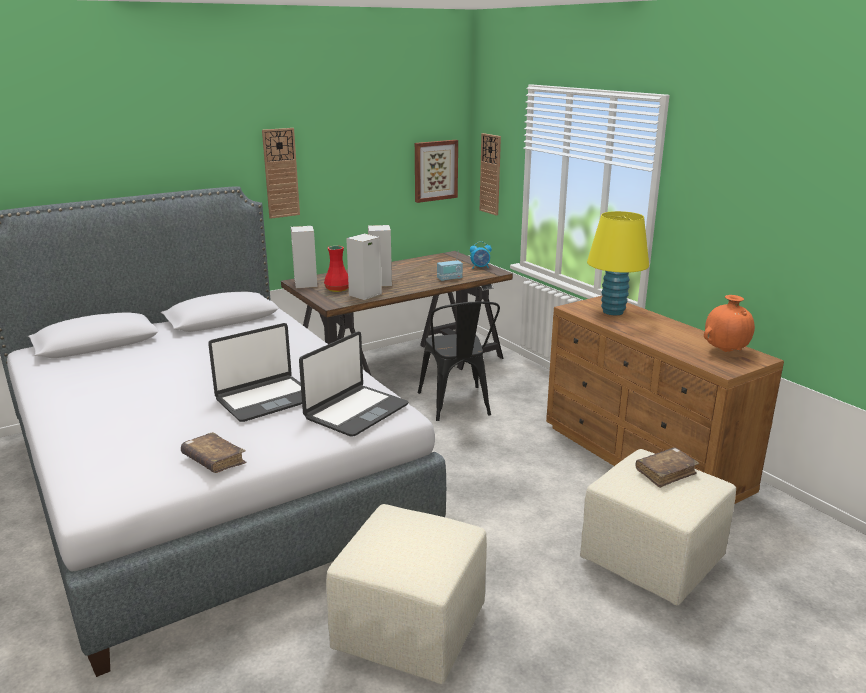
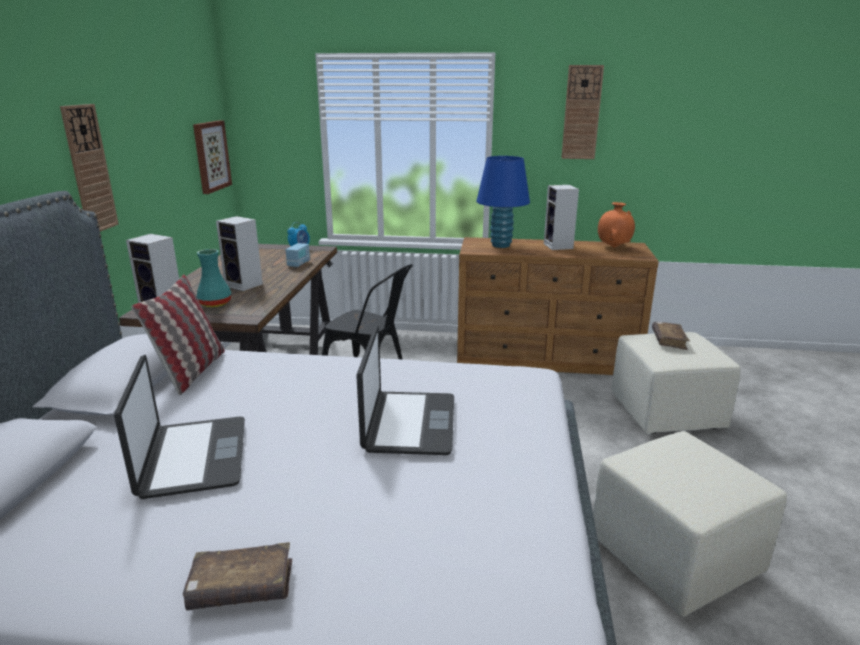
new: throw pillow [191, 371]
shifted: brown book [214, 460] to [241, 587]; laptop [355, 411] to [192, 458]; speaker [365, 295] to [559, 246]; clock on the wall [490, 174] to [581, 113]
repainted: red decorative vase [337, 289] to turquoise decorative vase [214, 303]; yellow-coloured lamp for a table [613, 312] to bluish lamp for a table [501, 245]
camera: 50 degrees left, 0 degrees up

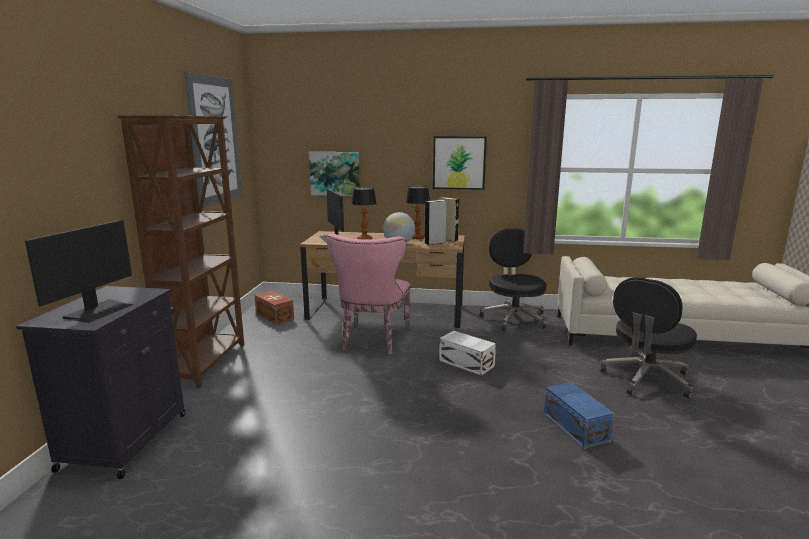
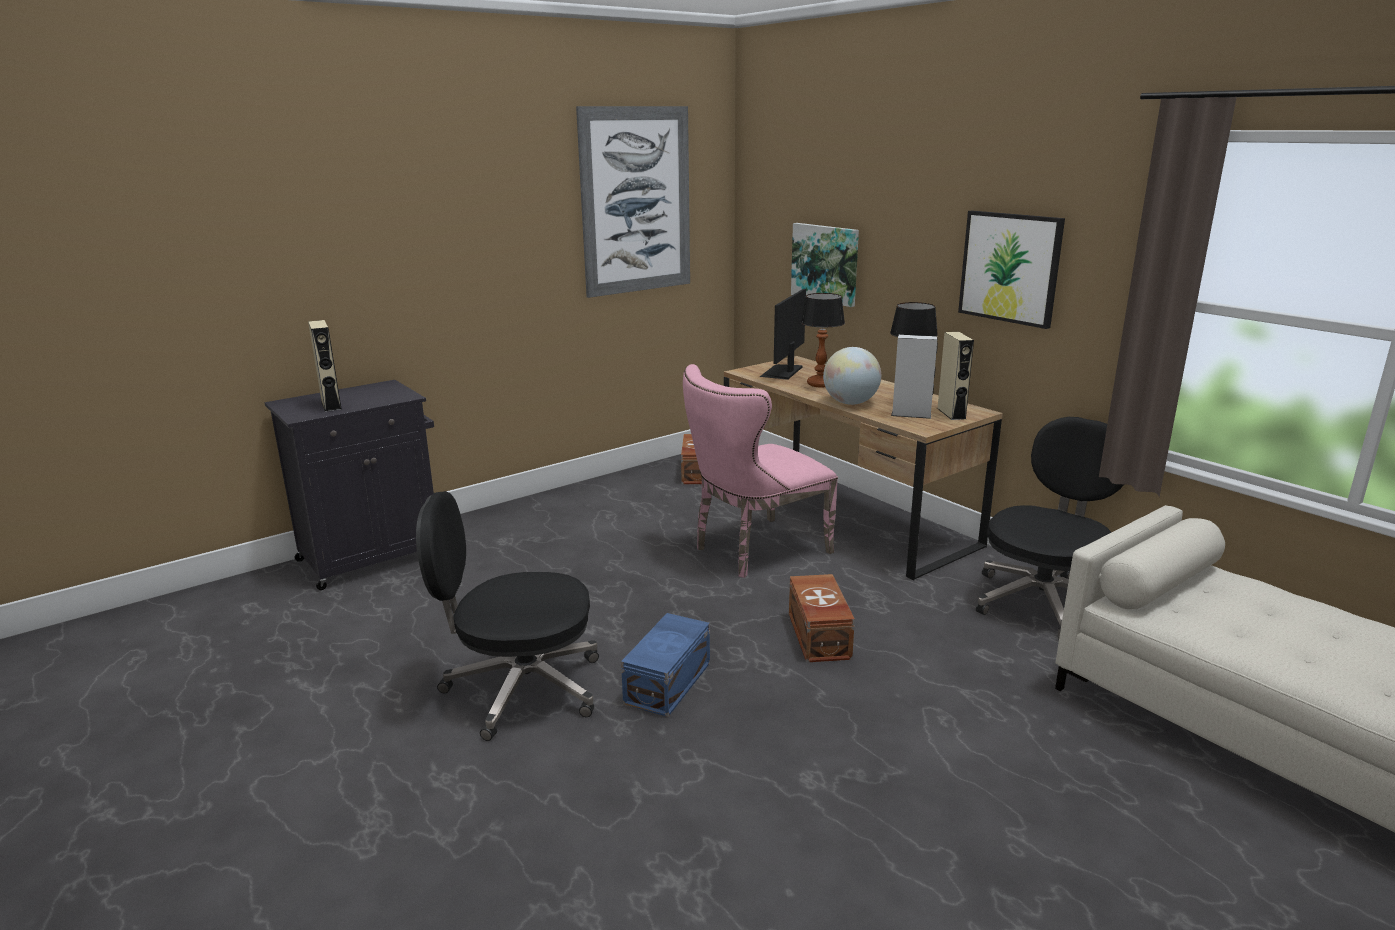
gone: brown bookcase [207, 363]
shifted: bluish storage container [575, 426] to [670, 682]; black desk chair [646, 379] to [520, 689]
swapped: computer screen [99, 311] to beige-coloured speaker [331, 405]
repainted: white-coloured storage container [466, 364] to brown storage container [818, 636]
camera: 45 degrees right, 5 degrees up

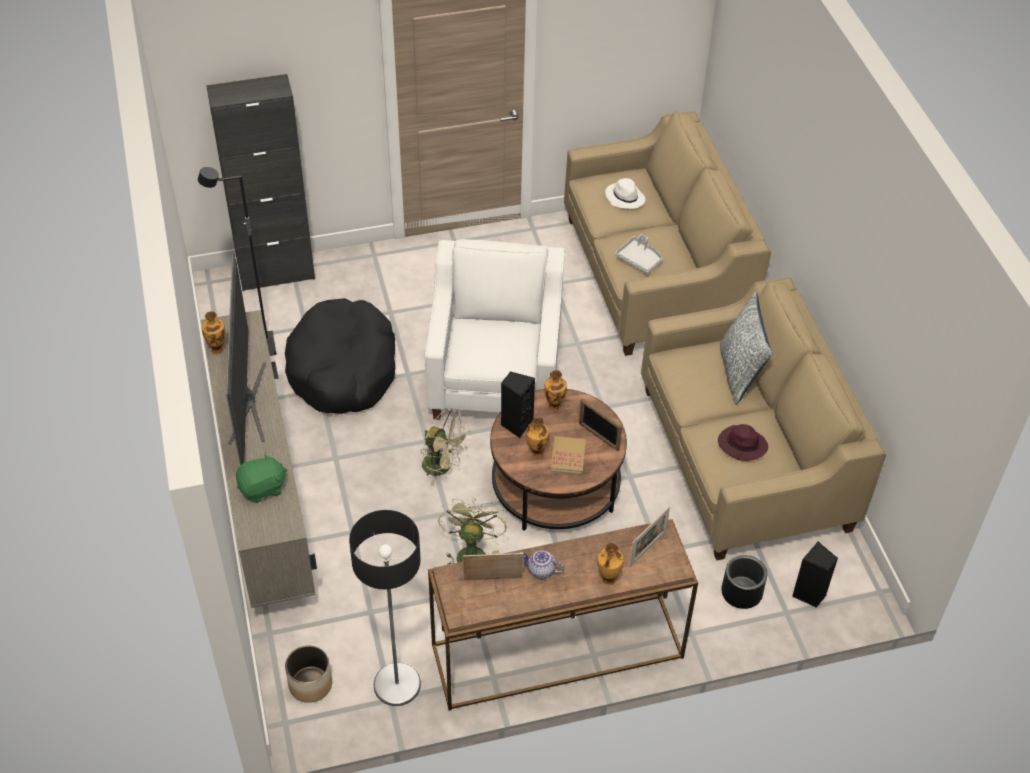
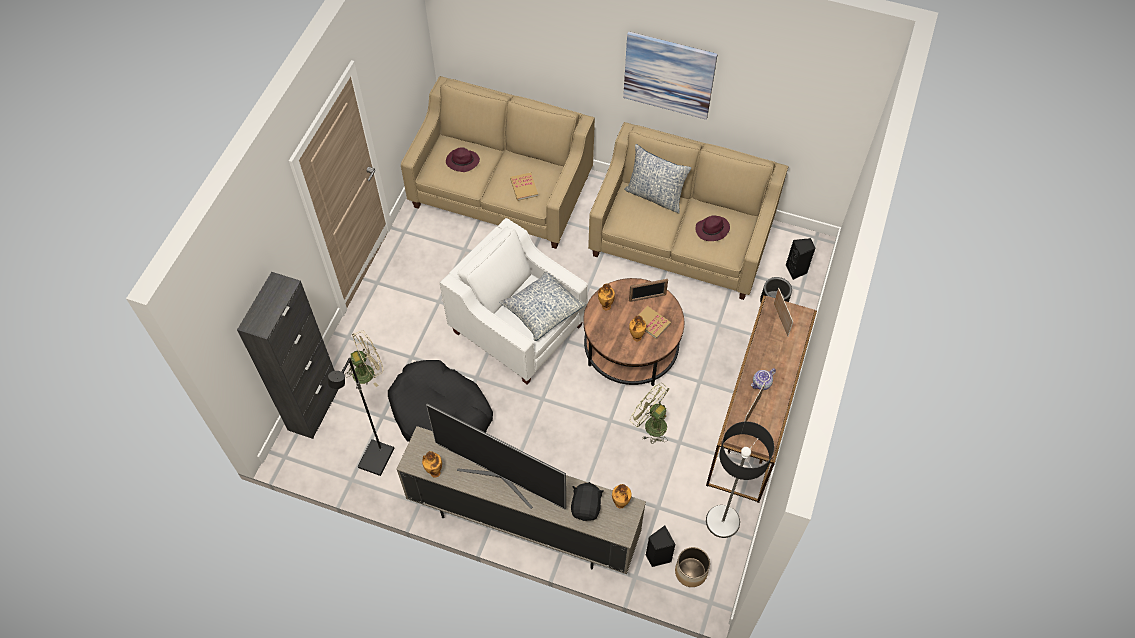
new: throw pillow [542, 309]; wall picture [669, 75]
shifted: beige-coloured cooling fan [443, 467] to [368, 371]; black speaker [516, 424] to [657, 556]; decorative vase [608, 580] to [620, 504]
swapped: greyish tray [639, 259] to book [524, 187]
repainted: green soft toy [263, 488] to black soft toy [586, 507]; white-coloured clothing hat [624, 197] to purplish clothing hat [462, 162]
camera: 55 degrees left, 10 degrees up

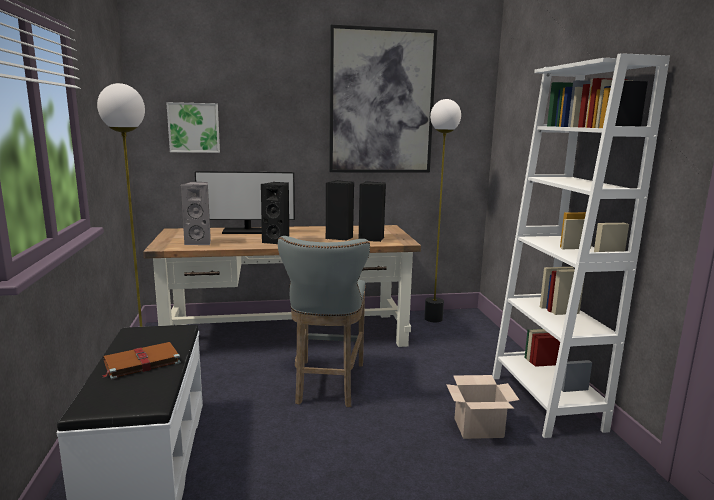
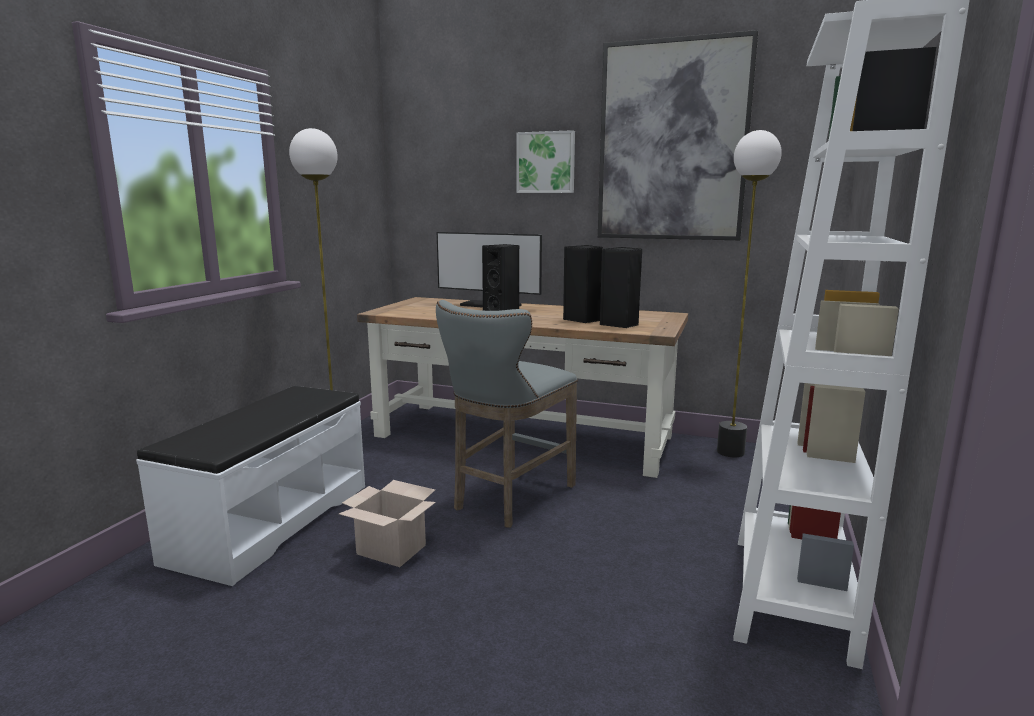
gone: brown book [140, 362]; greyish speaker [200, 242]
shifted: wall picture [194, 127] to [546, 162]; cardboard box [479, 427] to [393, 549]
camera: 30 degrees right, 0 degrees up

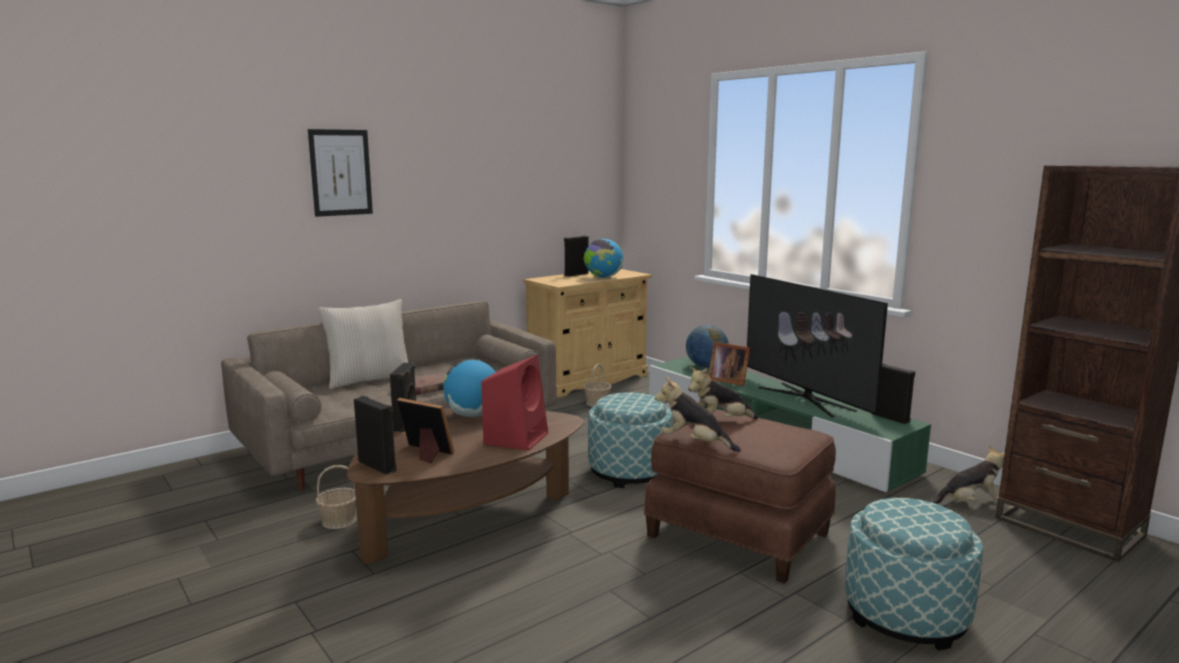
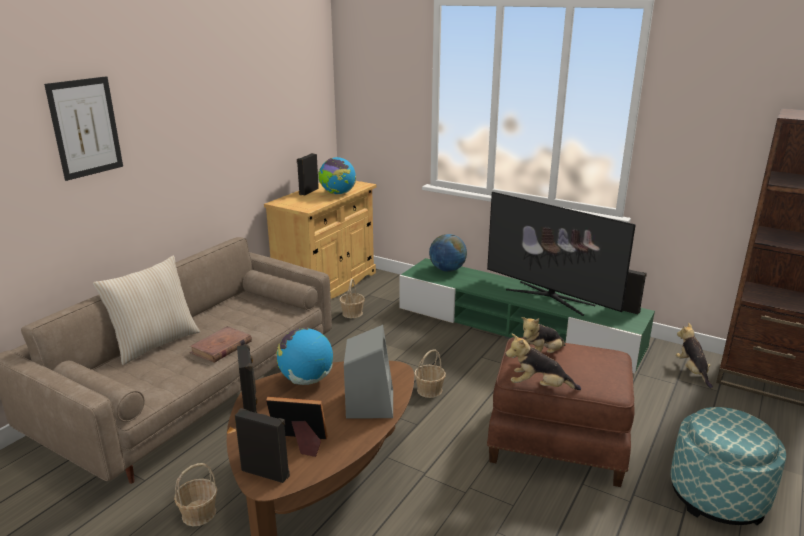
gone: picture frame [728, 380]
swapped: pouffe [629, 471] to basket [429, 390]
repainted: red speaker [516, 438] to greyish speaker [369, 403]
rotated: soft toy [969, 503] = [692, 371] 75 degrees counterclockwise
camera: 20 degrees left, 10 degrees up

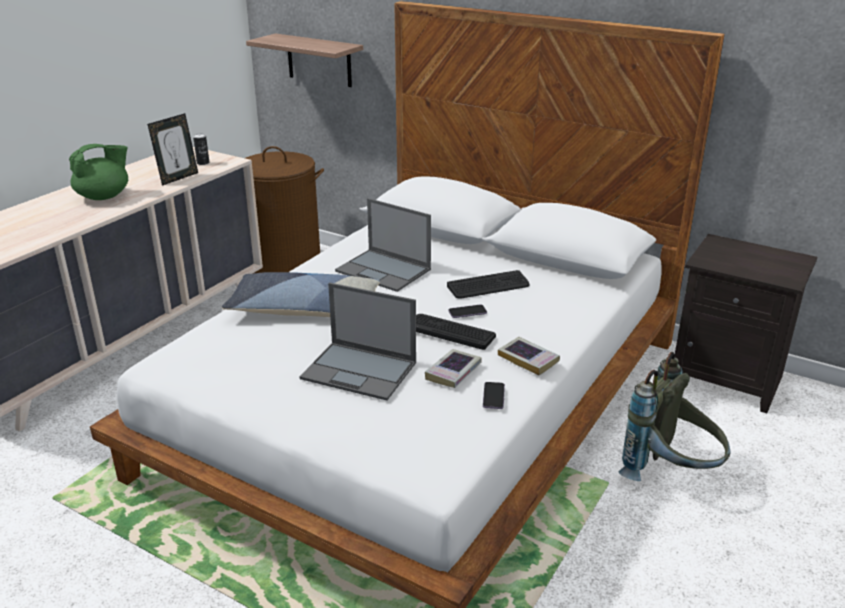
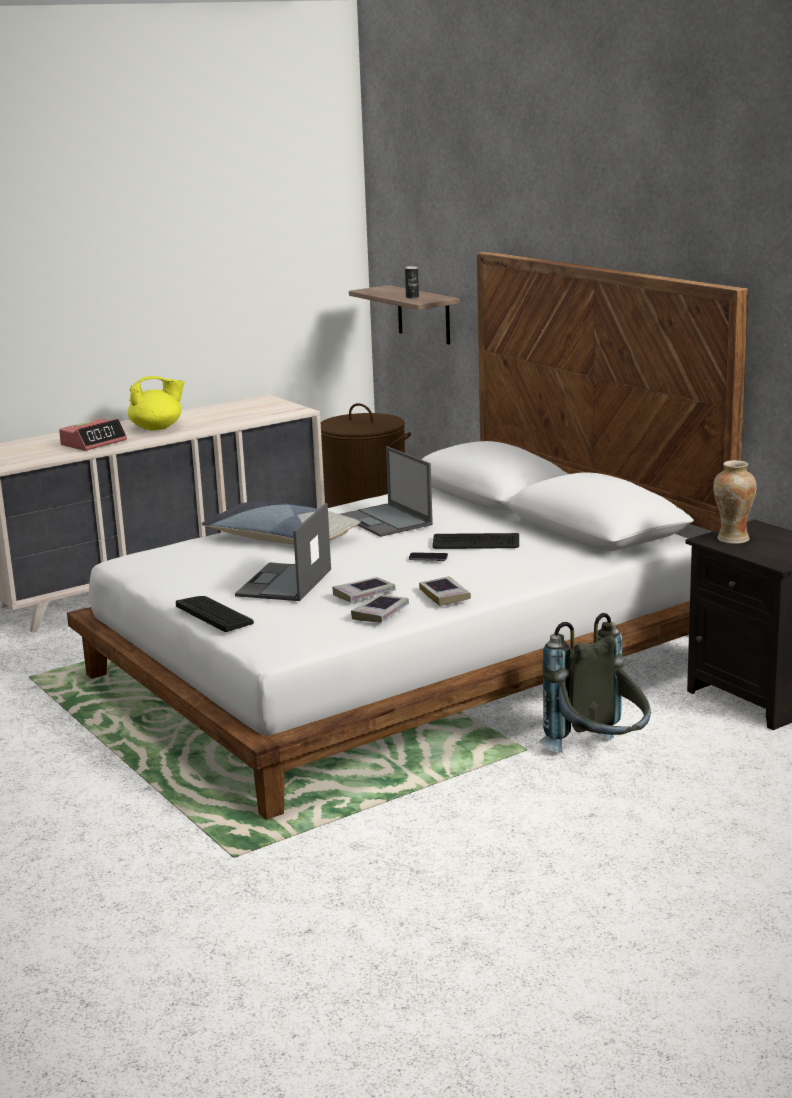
gone: picture frame [178, 178]
new: table clock [94, 443]; decorative vase [733, 539]
shifted: sealed can [203, 163] to [412, 297]; PC keyboard [450, 331] to [214, 614]
swapped: phone [493, 396] to book [380, 613]
repainted: green pot for tea [104, 196] to yellow-coloured pot for tea [157, 428]
rotated: laptop [360, 371] = [284, 583] 60 degrees clockwise
camera: 25 degrees right, 10 degrees down

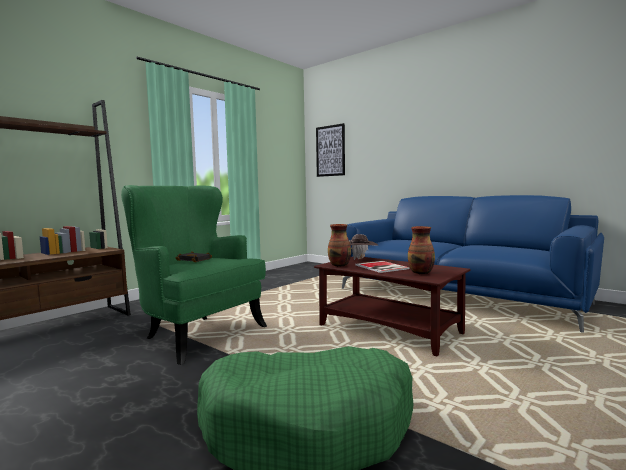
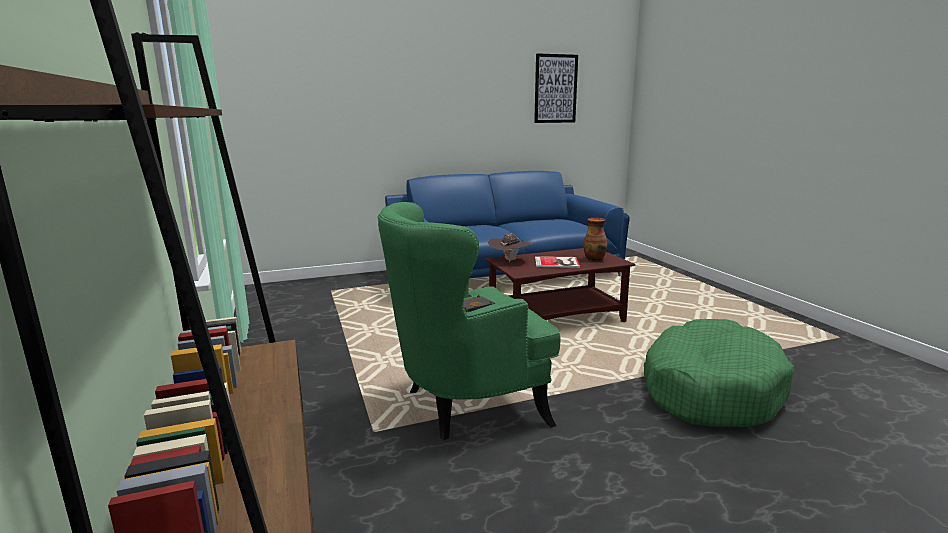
gone: decorative vase [340, 265]
shifted: wall picture [330, 151] to [555, 89]
camera: 60 degrees left, 10 degrees up

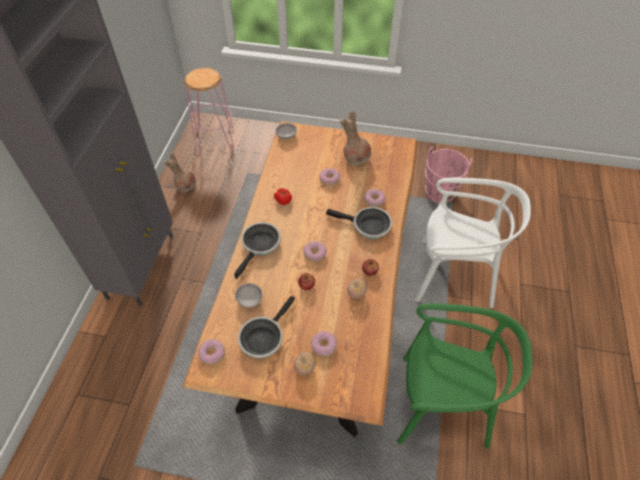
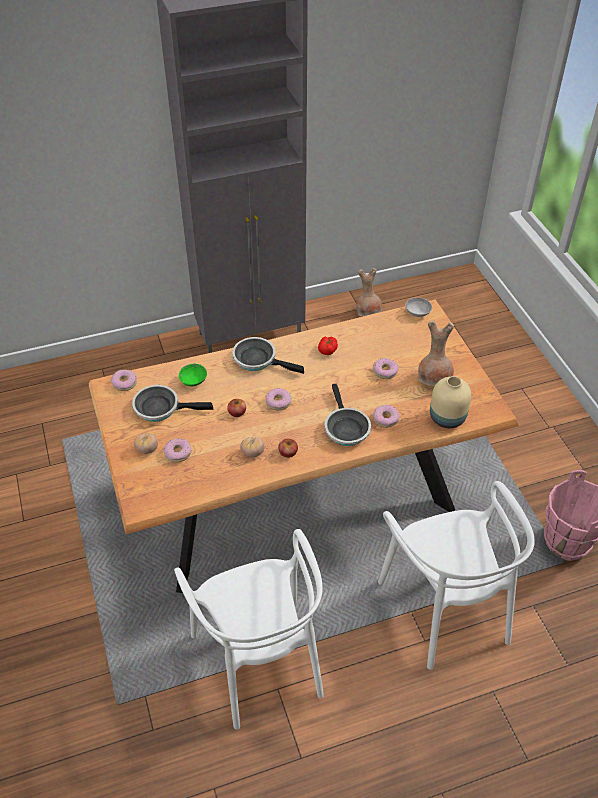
gone: pinkish sitting stool [215, 140]
new: beige-coloured decorative vase [446, 418]
repainted: greyish bowl [249, 300] to green bowl [193, 381]; green upright chair [441, 405] to white-coloured upright chair [260, 660]
rotated: pan [260, 245] = [258, 359] 150 degrees counterclockwise
camera: 60 degrees right, 5 degrees down

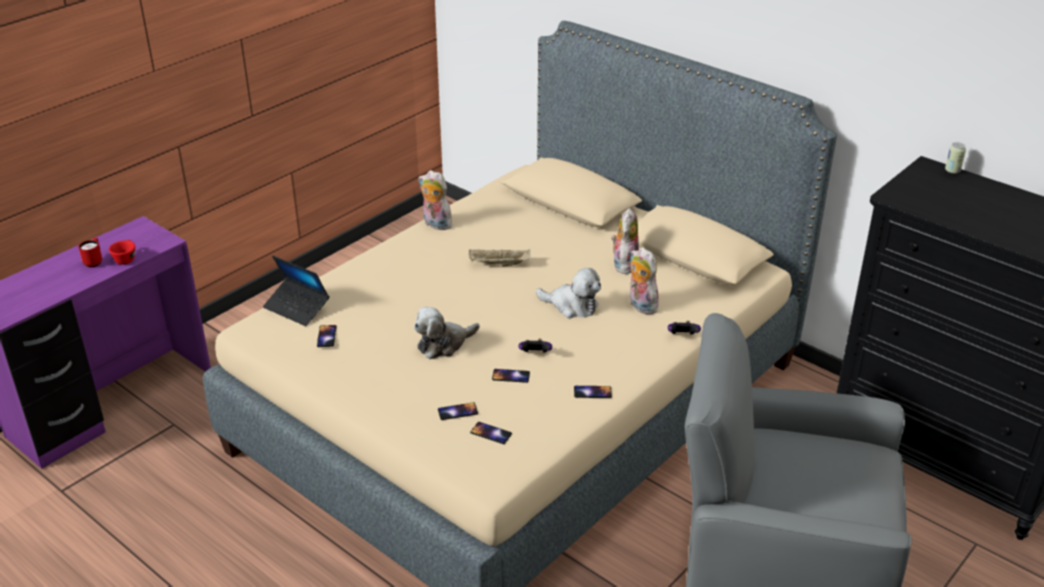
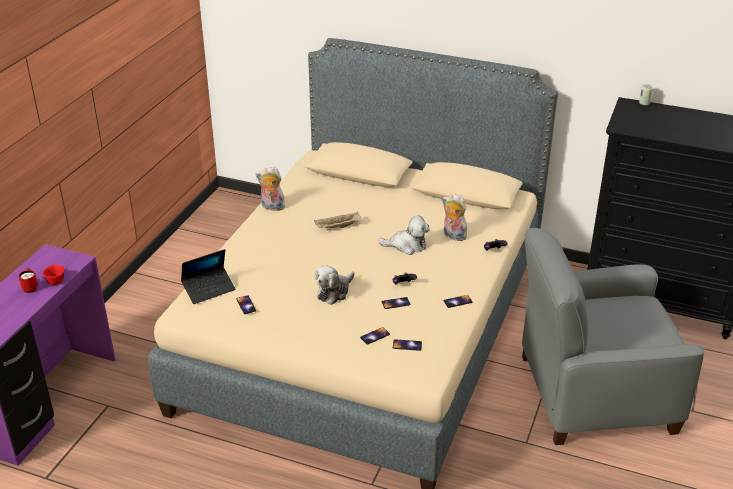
gone: soft toy [624, 264]
rotated: laptop [297, 308] = [209, 289] 45 degrees counterclockwise
camera: 20 degrees left, 0 degrees up

